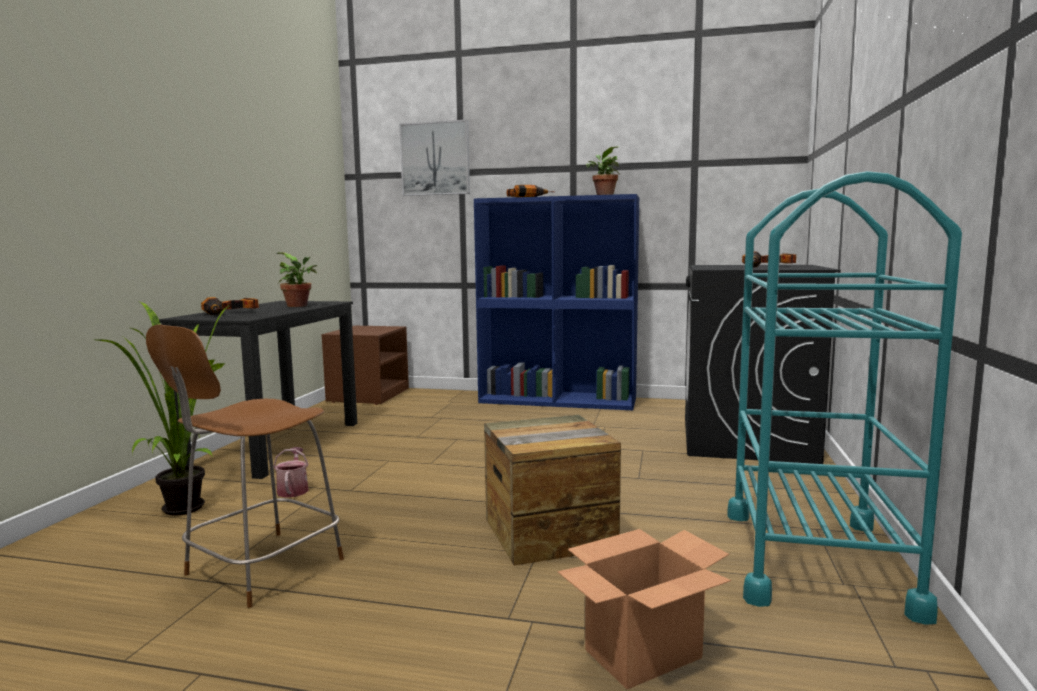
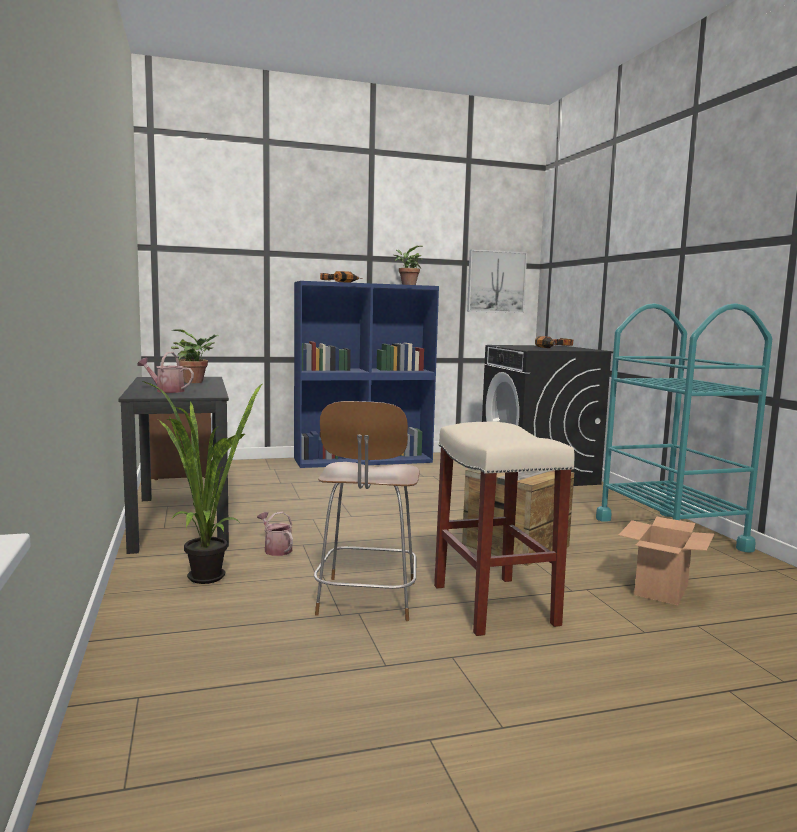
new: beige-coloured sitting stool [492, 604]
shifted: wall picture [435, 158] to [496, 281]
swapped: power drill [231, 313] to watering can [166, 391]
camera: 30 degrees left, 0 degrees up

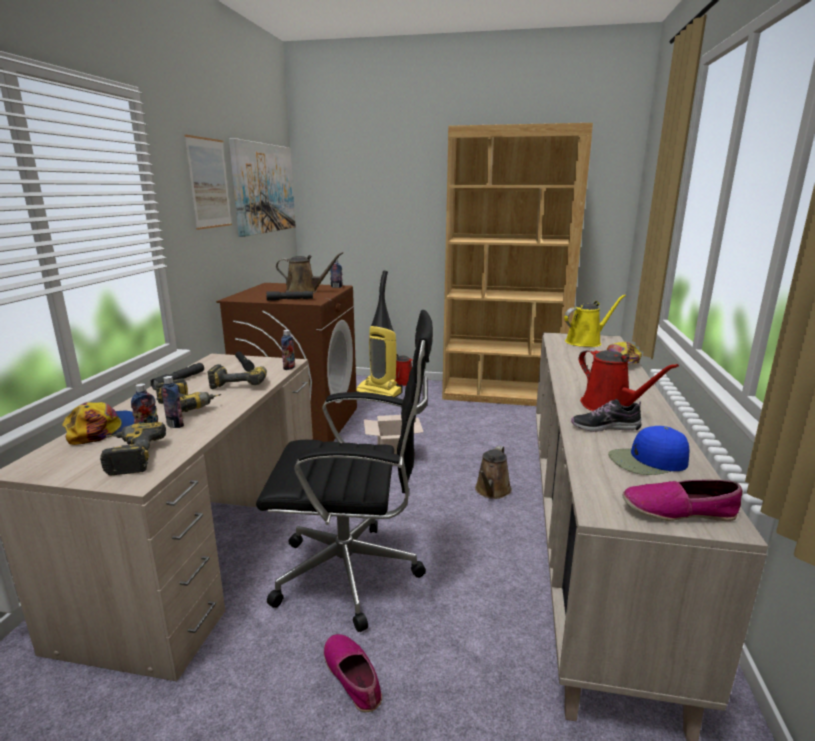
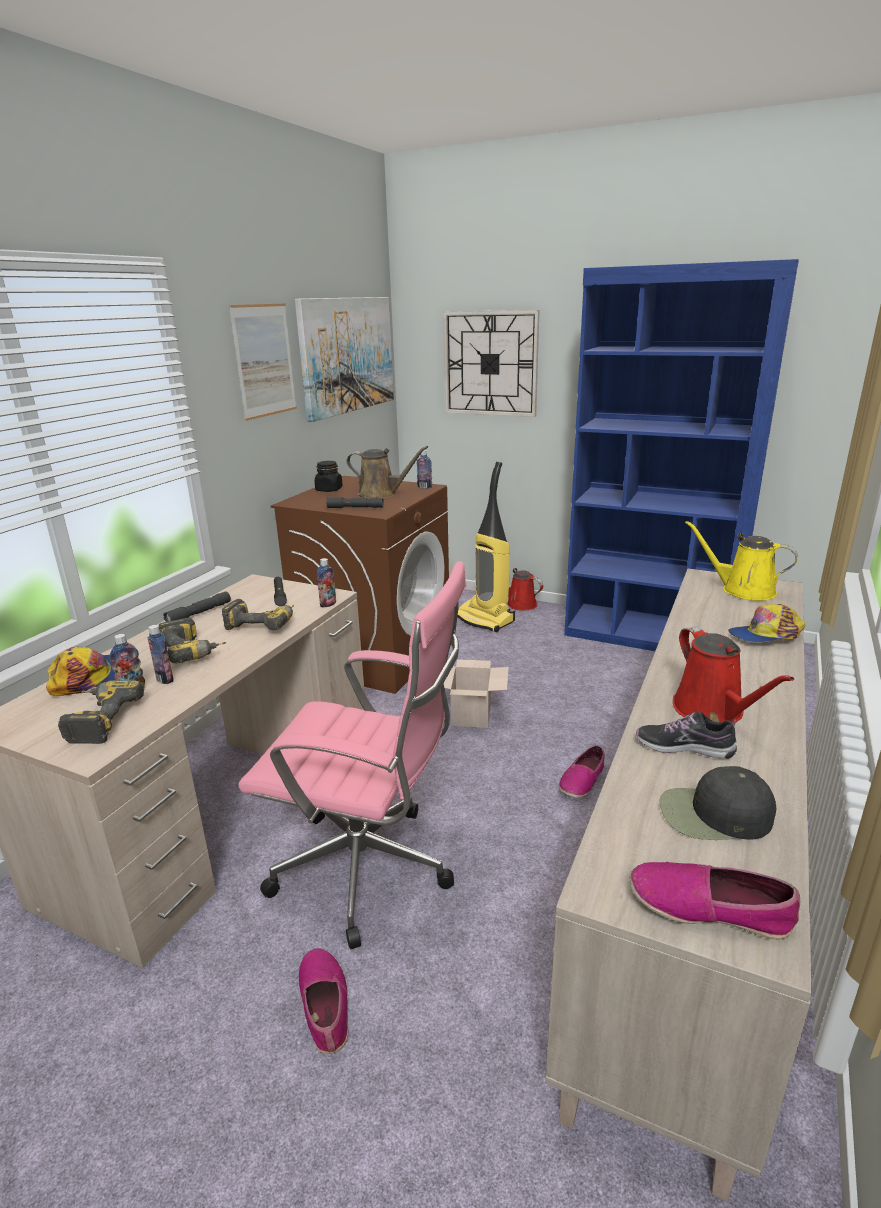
new: black storage jar [329, 490]; clock on the wall [490, 364]
swapped: brown watering can [492, 491] to low shoe [582, 781]
repainted: black desk chair [354, 574] to pinkish desk chair [370, 871]; brown bookcase [502, 395] to bluish bookcase [650, 635]; bluish peaked cap [648, 461] to black peaked cap [714, 815]
rotated: yellow-coloured watering can [586, 342] = [742, 590] 135 degrees counterclockwise
camera: 15 degrees right, 5 degrees up

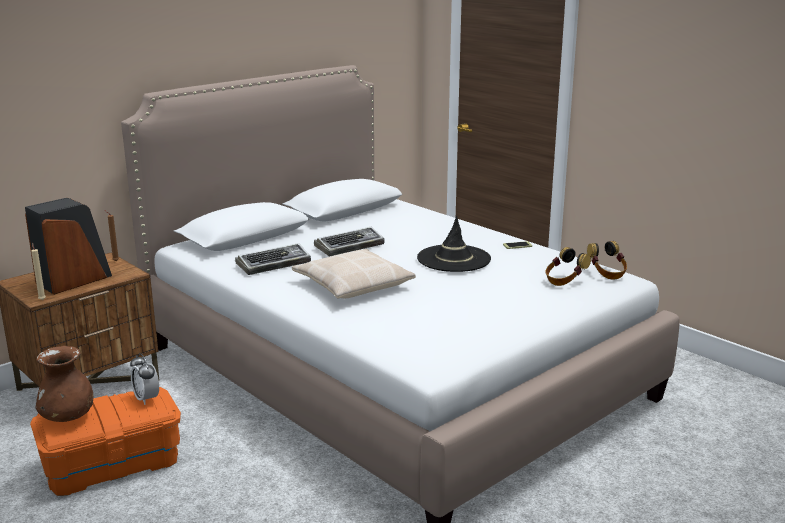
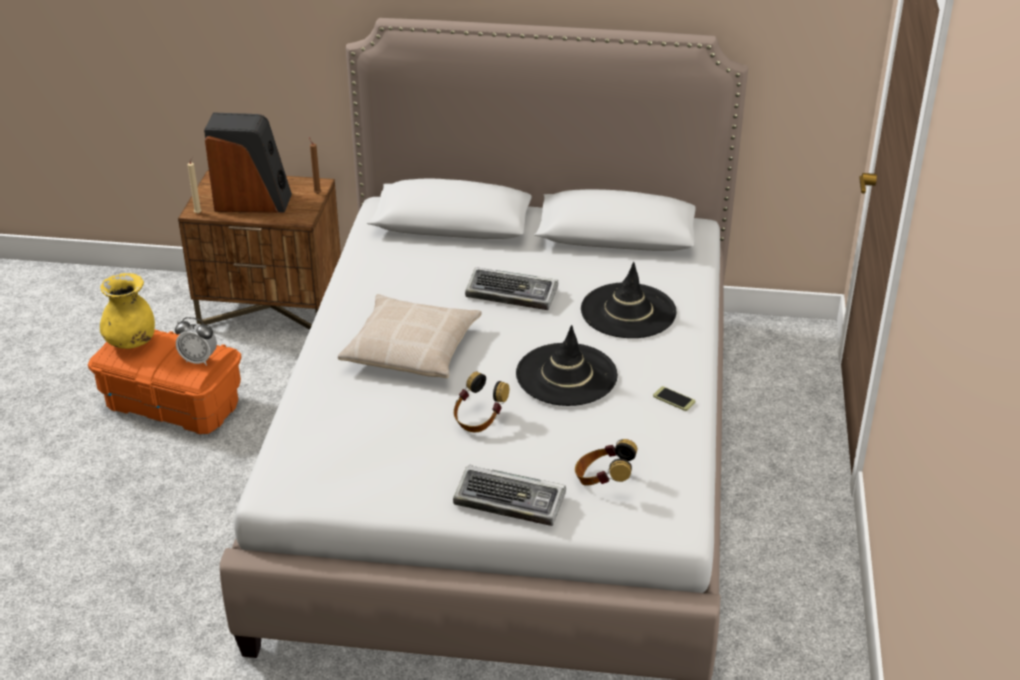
new: black clothing hat [628, 311]
shifted: PC keyboard [274, 264] to [511, 501]; headset [607, 274] to [479, 419]
repainted: brown decorative vase [68, 417] to yellow-coloured decorative vase [131, 342]
rotated: table clock [146, 398] = [199, 360] 90 degrees counterclockwise
camera: 50 degrees right, 15 degrees up

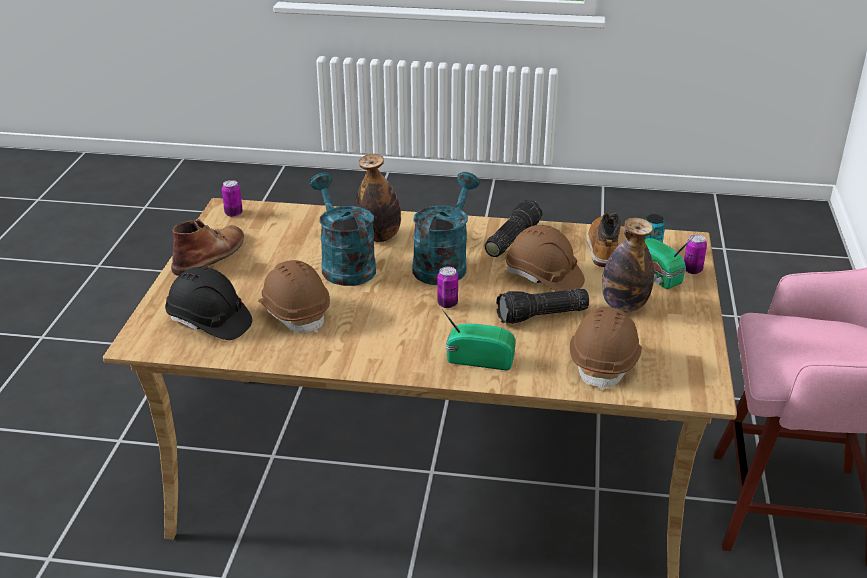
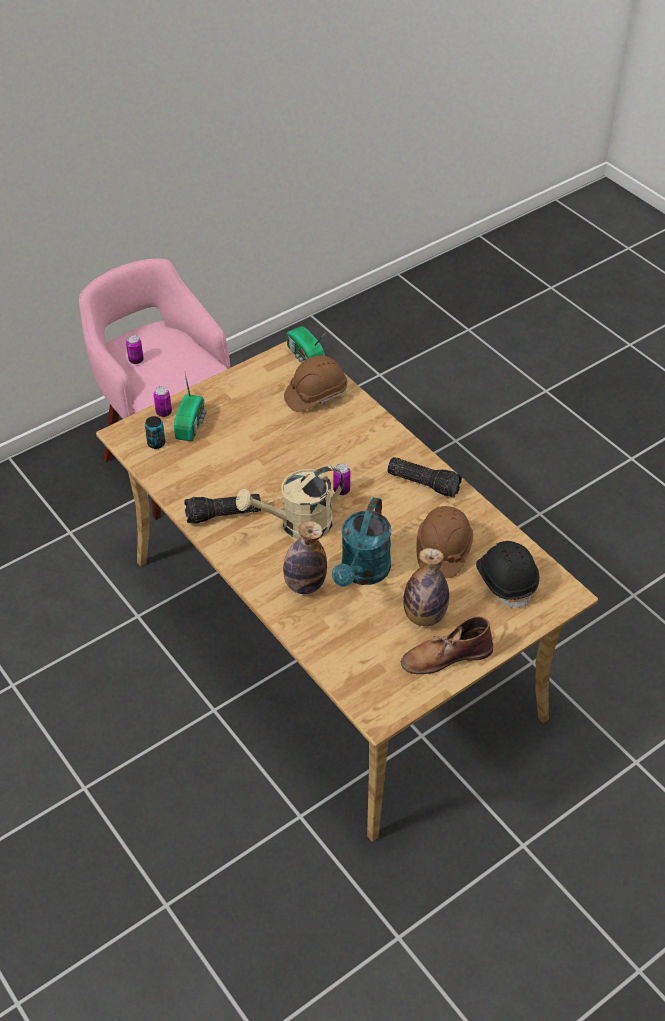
gone: brown work helmet [543, 278]; high-top boot [602, 247]
shifted: sealed can [233, 213] to [136, 360]; radio receiver [478, 359] to [305, 357]; hand torch [542, 316] to [424, 482]; drink bottle [624, 306] to [424, 616]
repainted: turquoise watering can [443, 263] to beige-coloured watering can [297, 525]
camera: 135 degrees left, 15 degrees up

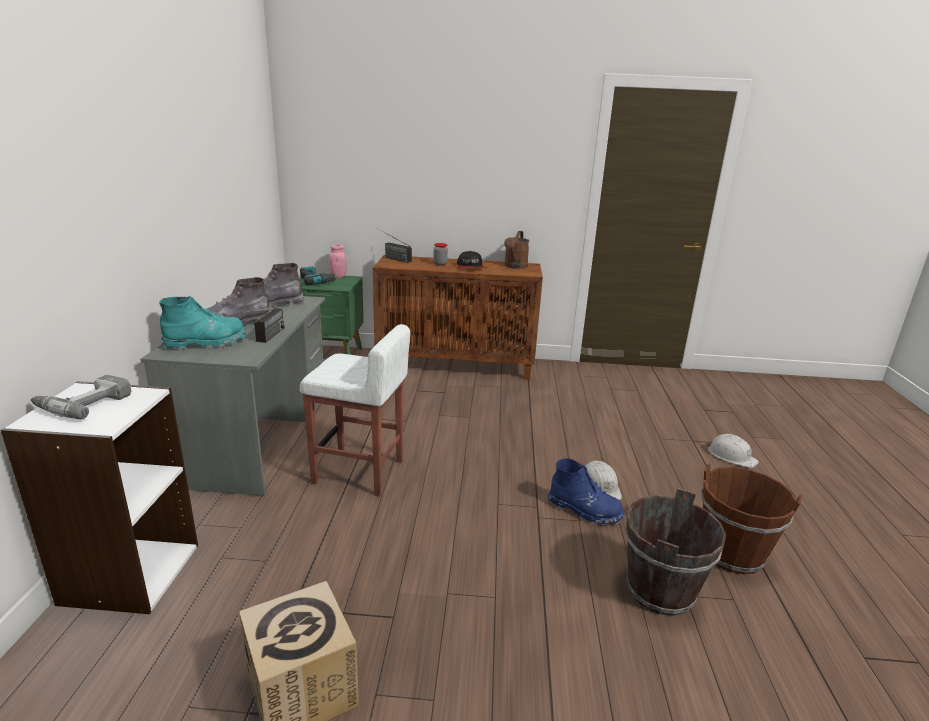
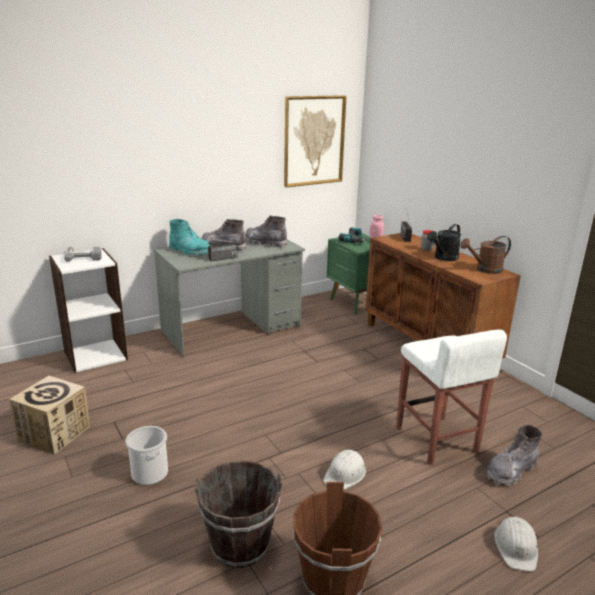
gone: bluish high-top boot [584, 510]
new: bucket [150, 473]; wall picture [314, 141]; greyish high-top boot [511, 471]
shifted: white-coloured sitting stool [359, 472] to [436, 440]
swapped: peaked cap [470, 267] to black watering can [444, 258]
camera: 55 degrees right, 0 degrees up

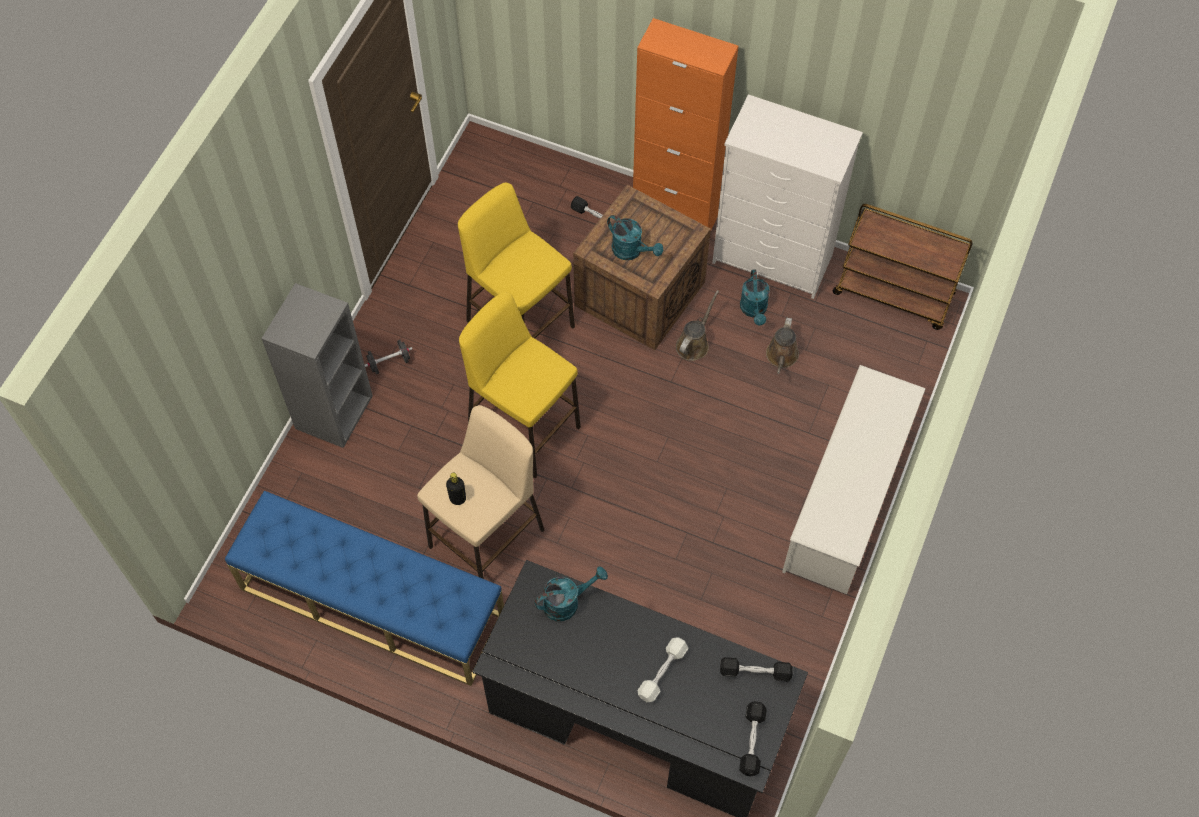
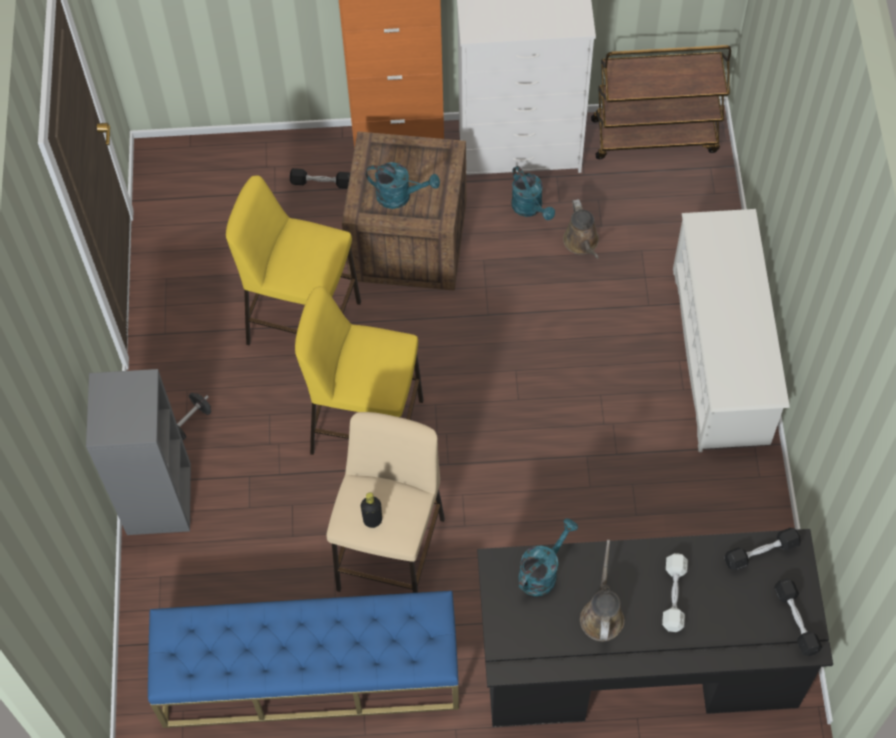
shifted: brown watering can [694, 343] to [602, 614]
camera: 25 degrees left, 0 degrees up

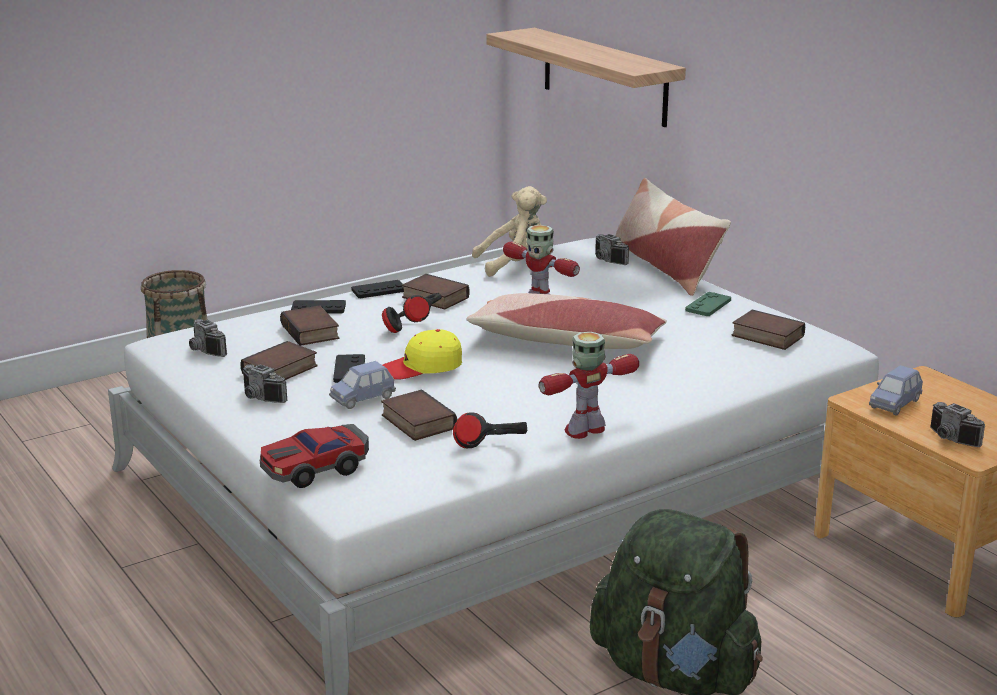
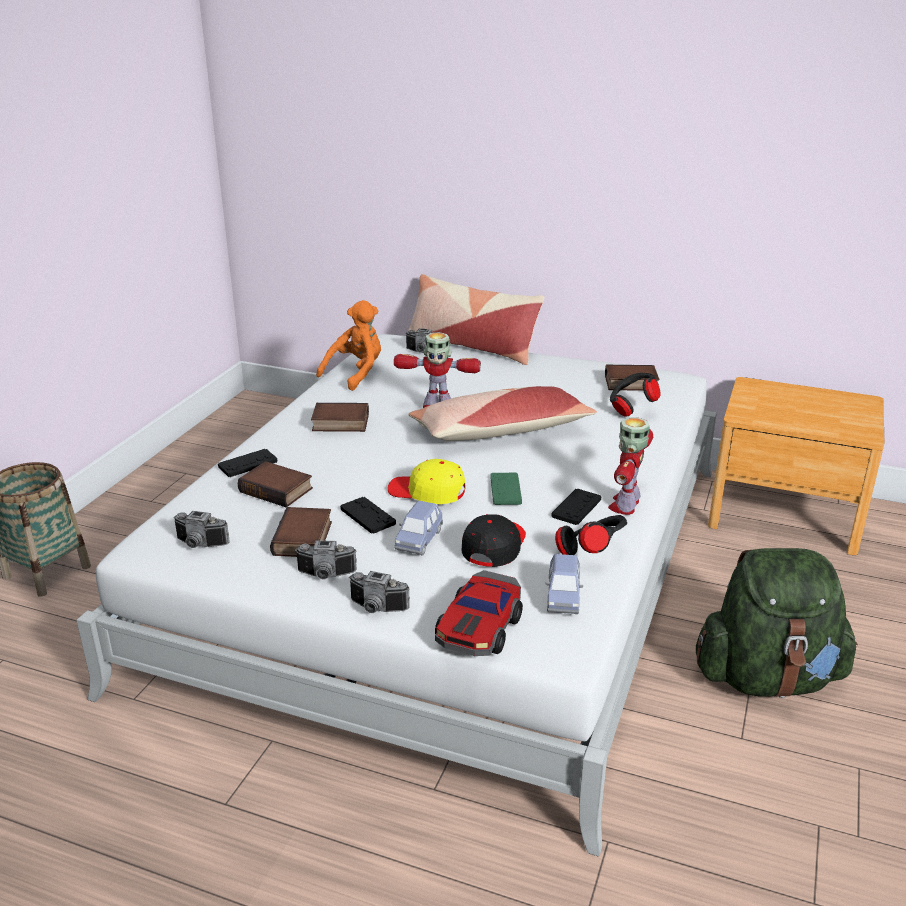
gone: bracket shelf [604, 76]
shifted: black joypad [379, 290] to [576, 508]; black headset [415, 329] to [631, 408]; green joypad [708, 305] to [505, 490]; bluish model car [894, 404] to [563, 598]; photo camera [949, 439] to [376, 609]
swapped: book [416, 422] to black peaked cap [494, 546]
repainted: beige-coloured soft toy [514, 264] to orange soft toy [356, 374]
rotated: yellow-coloured peaked cap [423, 367] = [427, 492] 75 degrees clockwise
camera: 35 degrees left, 5 degrees up

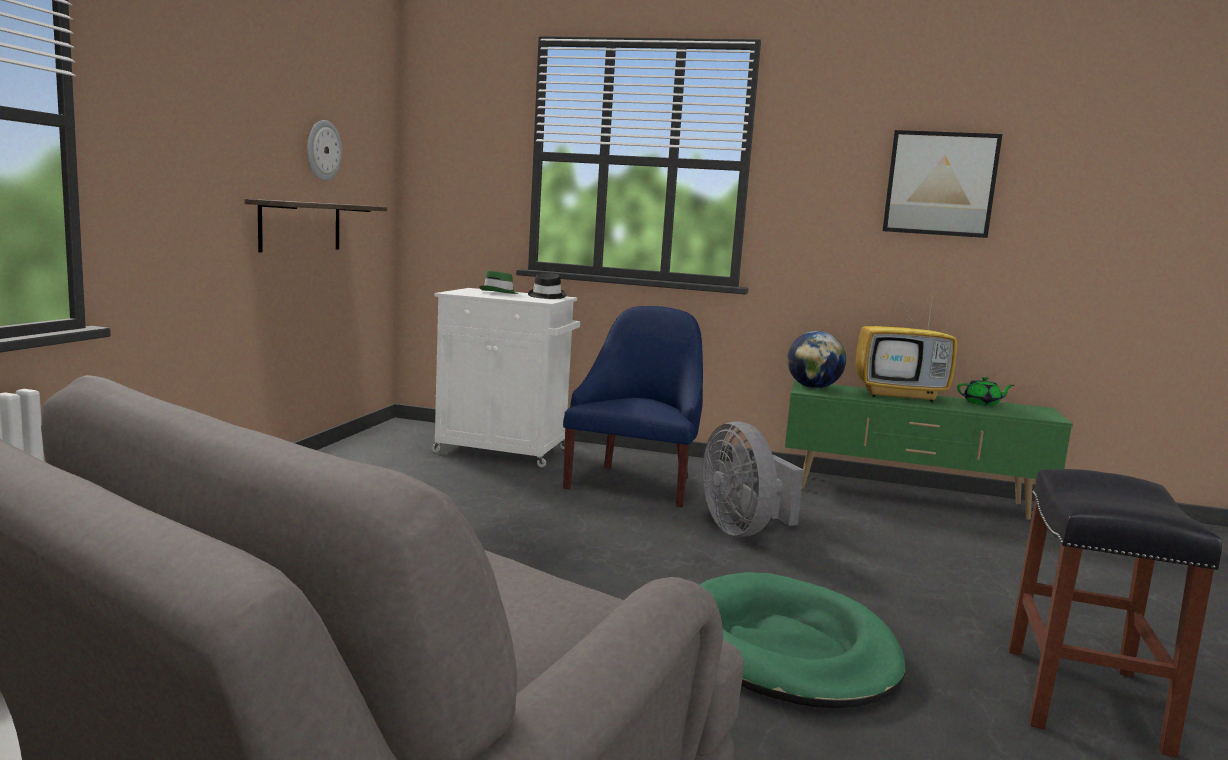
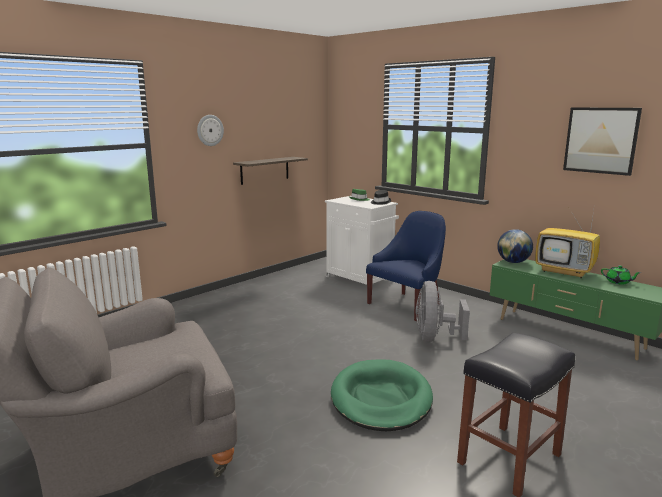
shifted: clock on the wall [322, 150] to [210, 130]
camera: 30 degrees right, 5 degrees up

